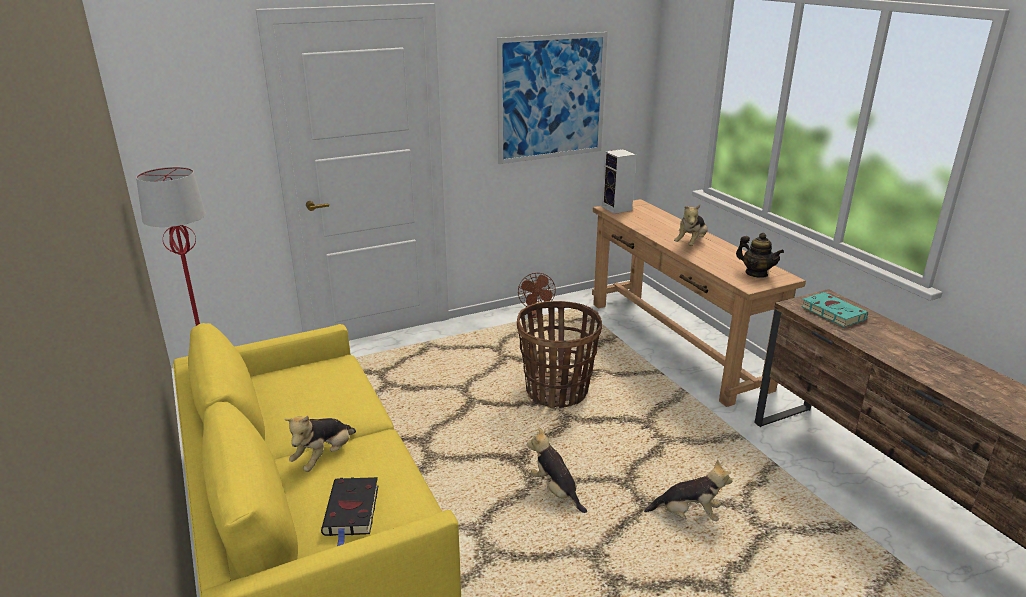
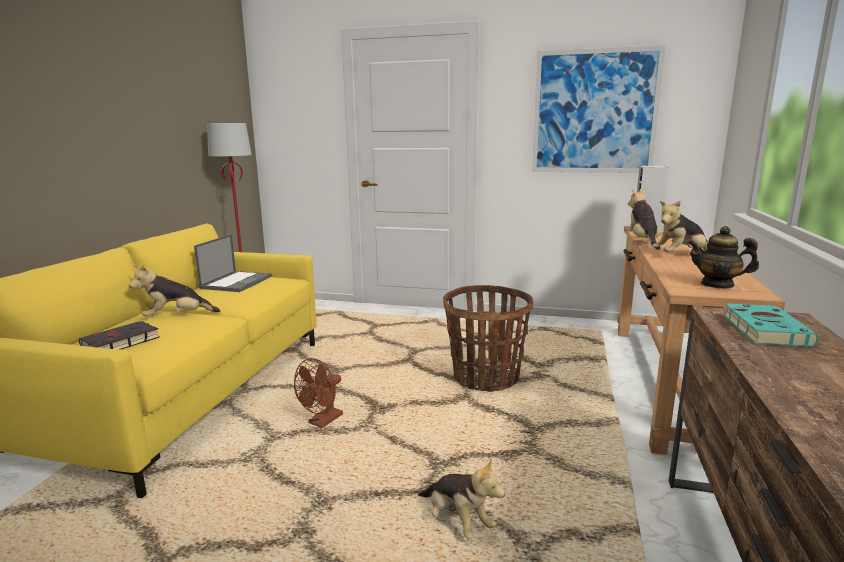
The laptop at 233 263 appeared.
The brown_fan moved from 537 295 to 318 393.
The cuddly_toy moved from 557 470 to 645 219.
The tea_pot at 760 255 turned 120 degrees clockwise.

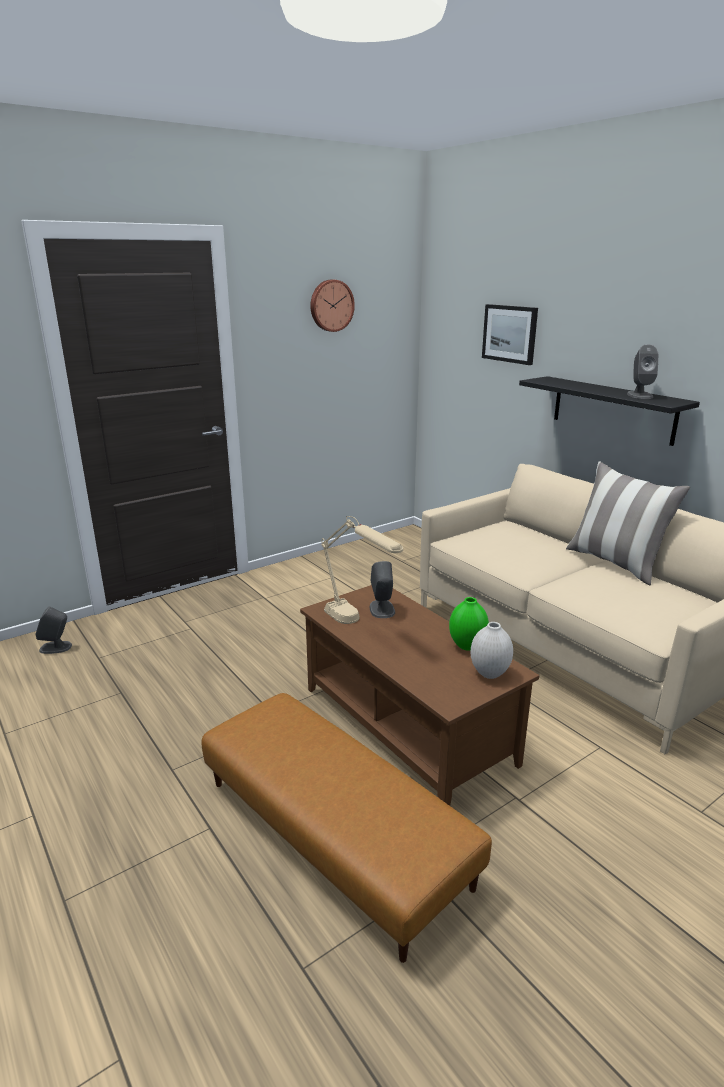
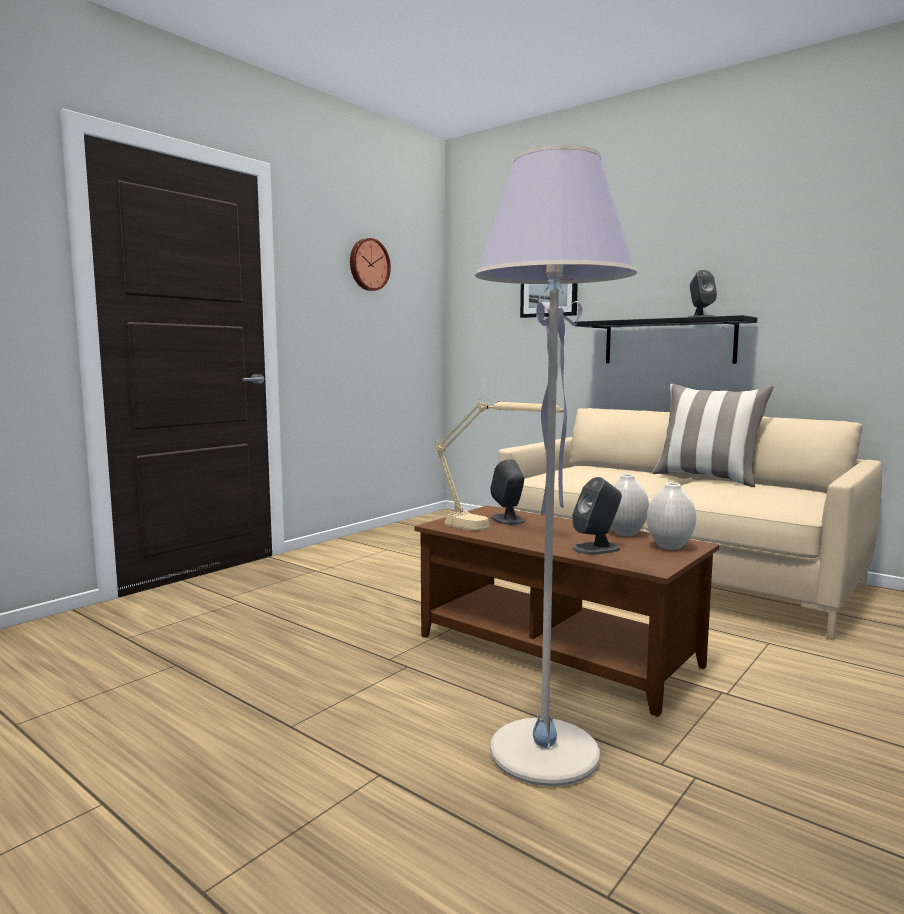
The brown_pouffe at 346 828 was replaced by the gray_standing_lamp at 556 465.
The gray_loudspeaker moved from 53 630 to 597 516.
The green_decorative_vase at 469 624 became the whitish_decorative_vase at 630 505.

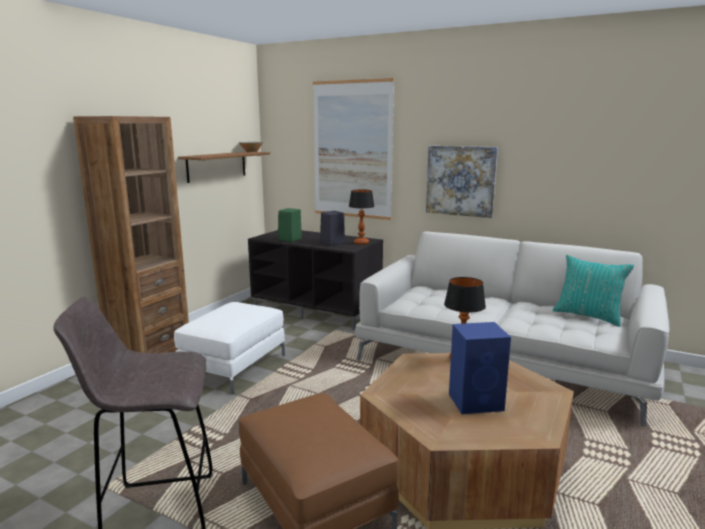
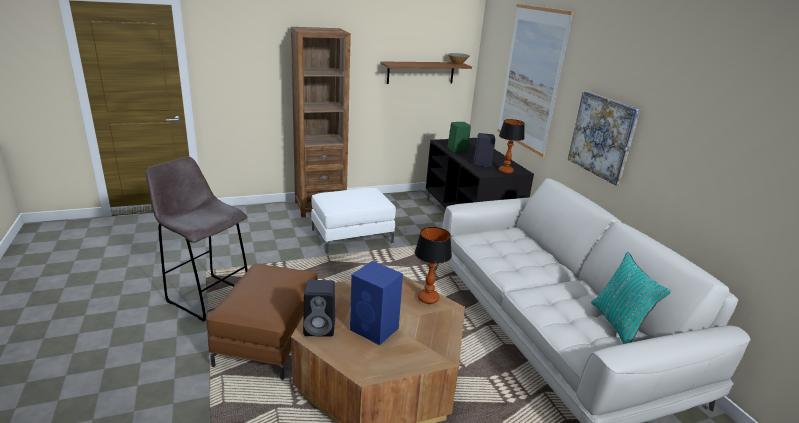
The black-coloured_loudspeaker at 319 308 appeared.

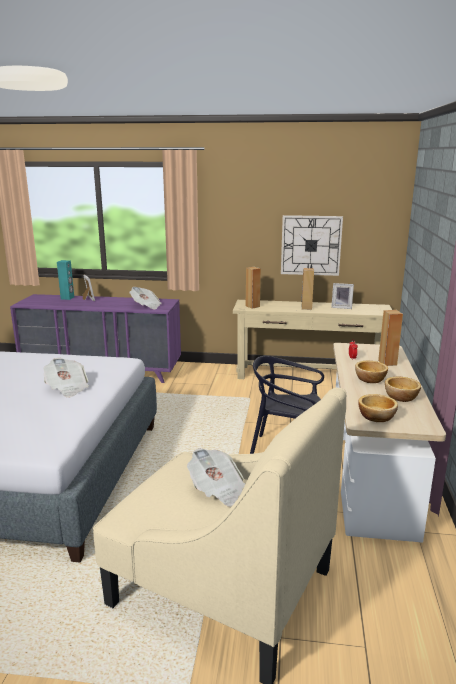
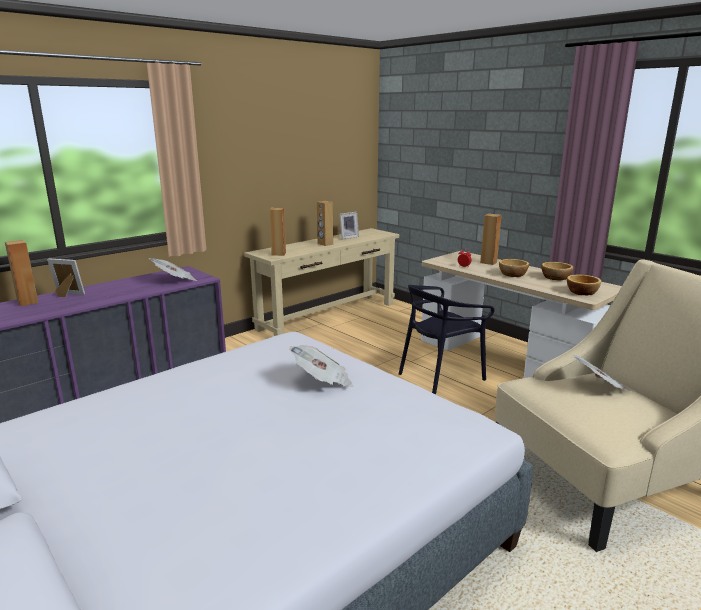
The blue-green_loudspeaker at 65 280 became the brown_loudspeaker at 21 273.
The hanging_clock at 312 245 disappeared.

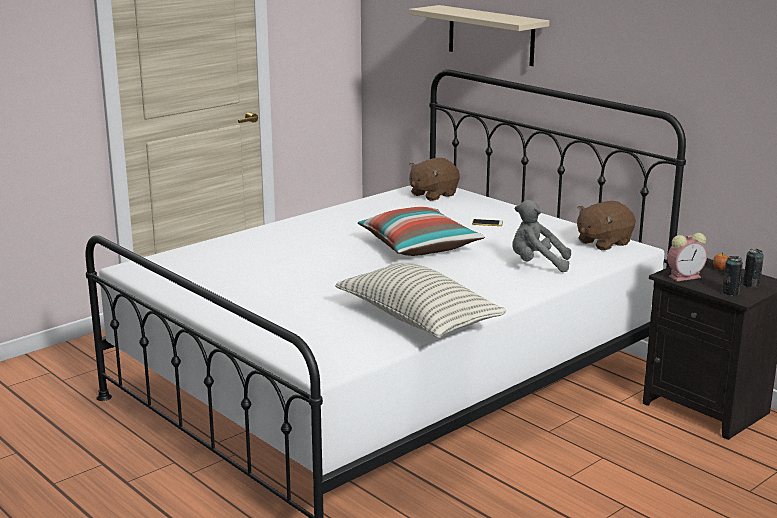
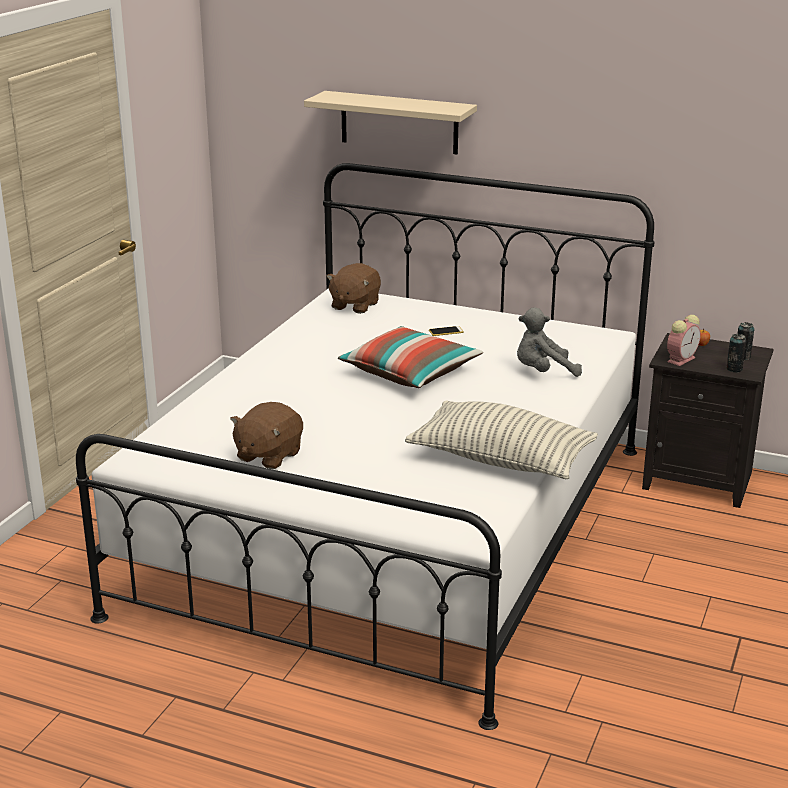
The brown_cuddly_toy moved from 606 225 to 266 435.

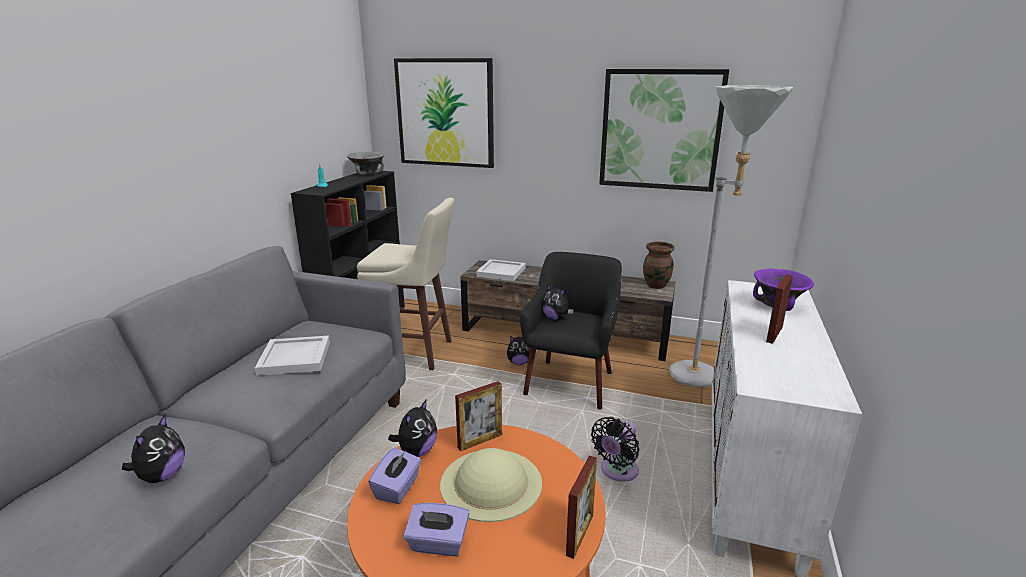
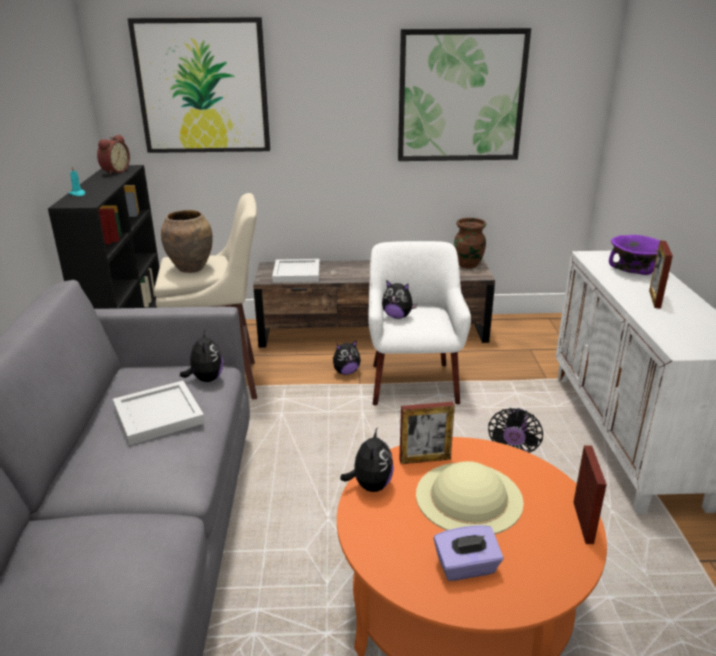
The gray_bowl at 365 163 was replaced by the table_clock at 113 155.
The brown_decorative_vase at 187 241 appeared.
The cuddly_toy moved from 153 449 to 201 356.
The black-coloured_armchair at 571 331 became the whitish_armchair at 419 323.
The photo_frame at 478 416 turned 45 degrees clockwise.
The purple-coloured_tissue_box at 394 476 disappeared.
The gray_standing_lamp at 731 236 disappeared.

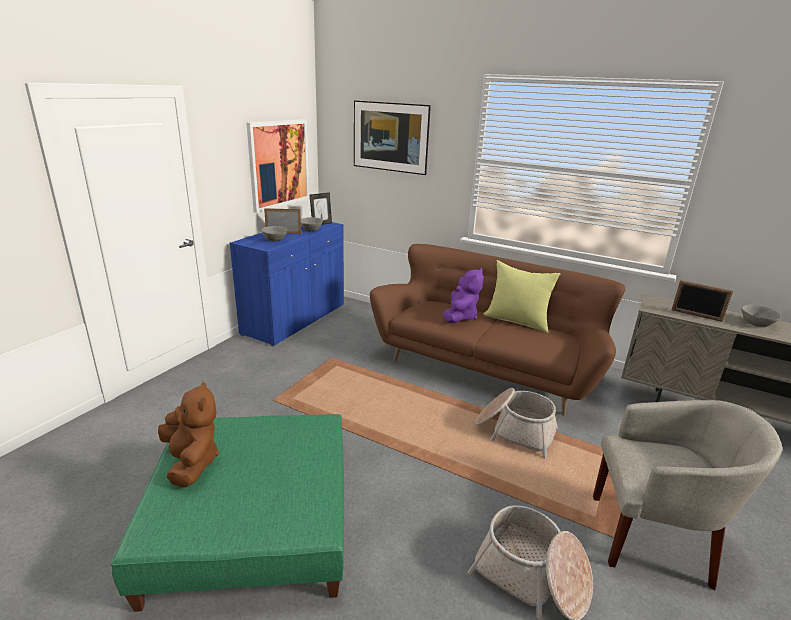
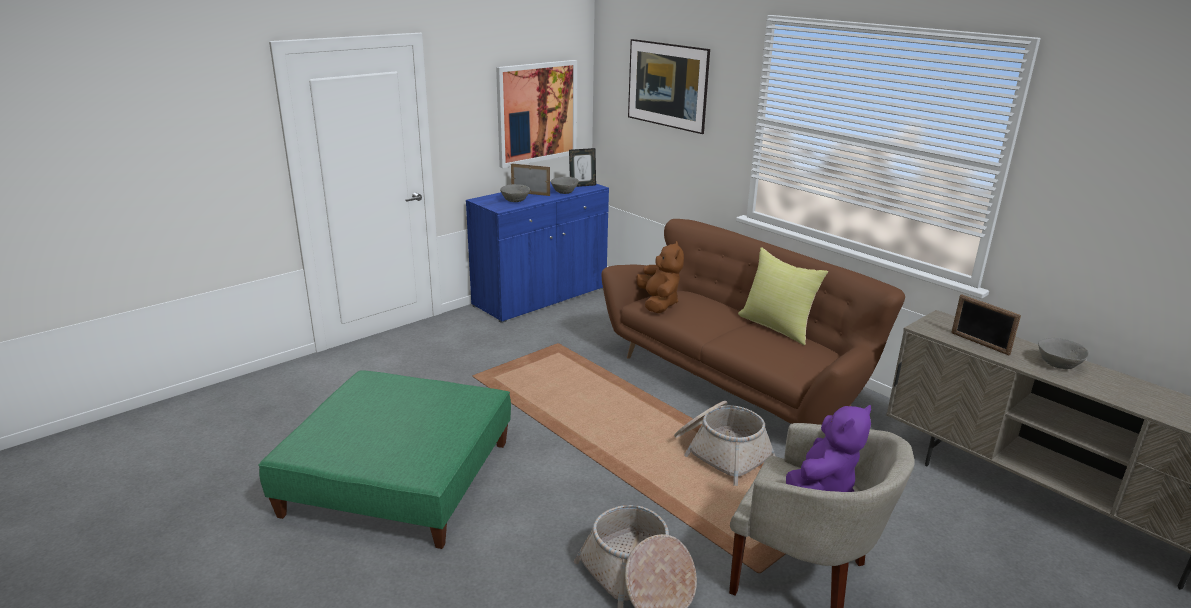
The brown_cuddly_toy moved from 188 434 to 660 277.
The purple-coloured_cuddly_toy moved from 463 295 to 828 448.

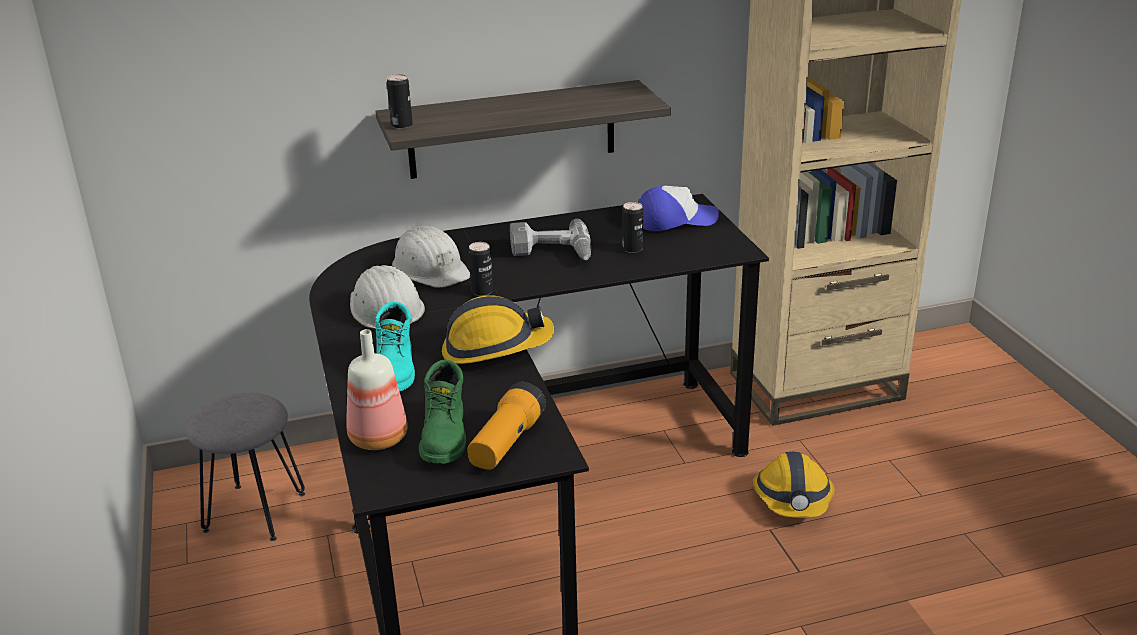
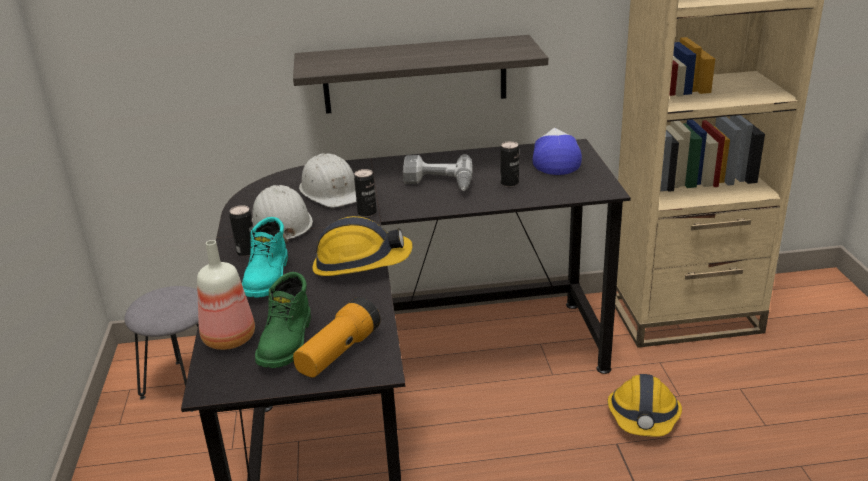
The sealed_can moved from 400 101 to 241 230.
The baseball_cap at 678 208 turned 90 degrees counterclockwise.

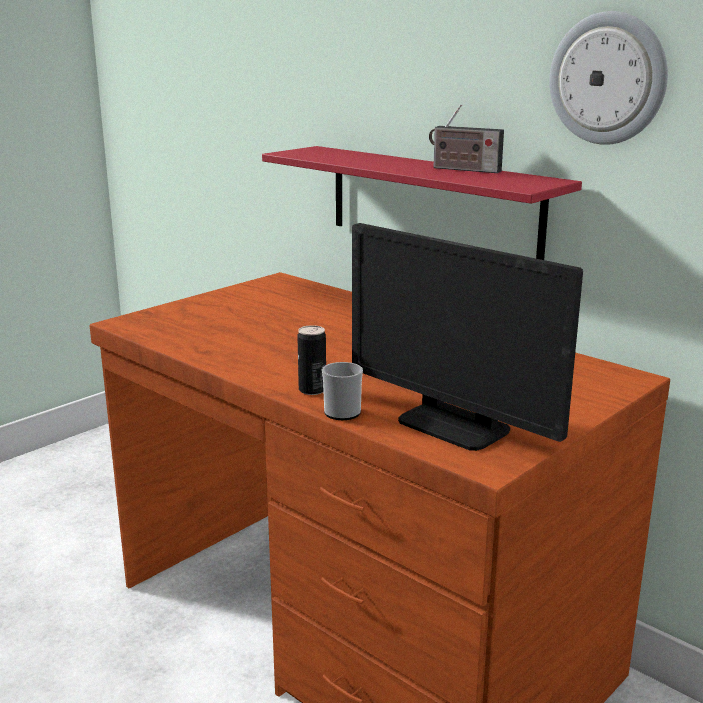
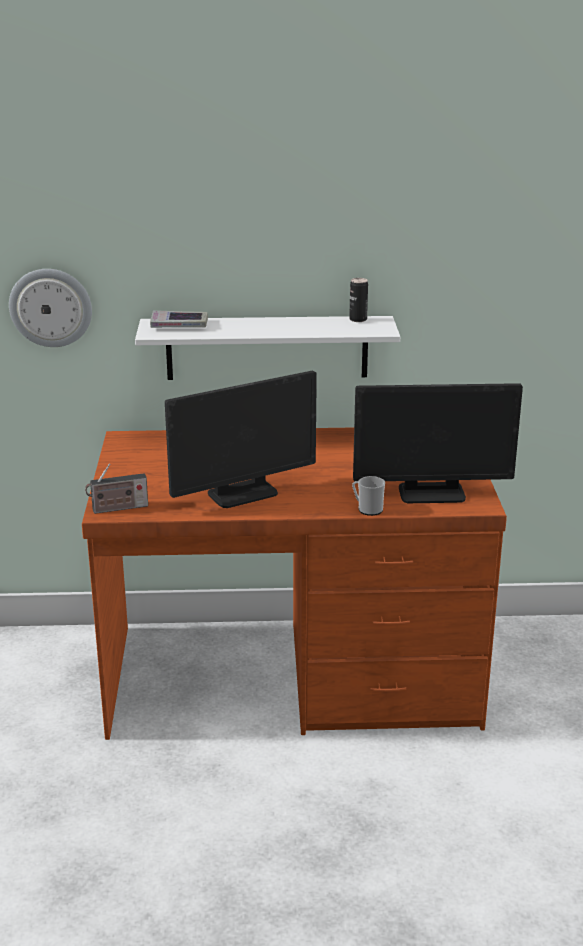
The hanging_clock moved from 608 78 to 50 308.
The radio_receiver moved from 466 138 to 116 489.
The red_shelf at 422 203 became the whitish_shelf at 267 348.
The volume at 179 319 appeared.
The computer_screen at 241 439 appeared.
The sealed_can moved from 311 360 to 358 300.

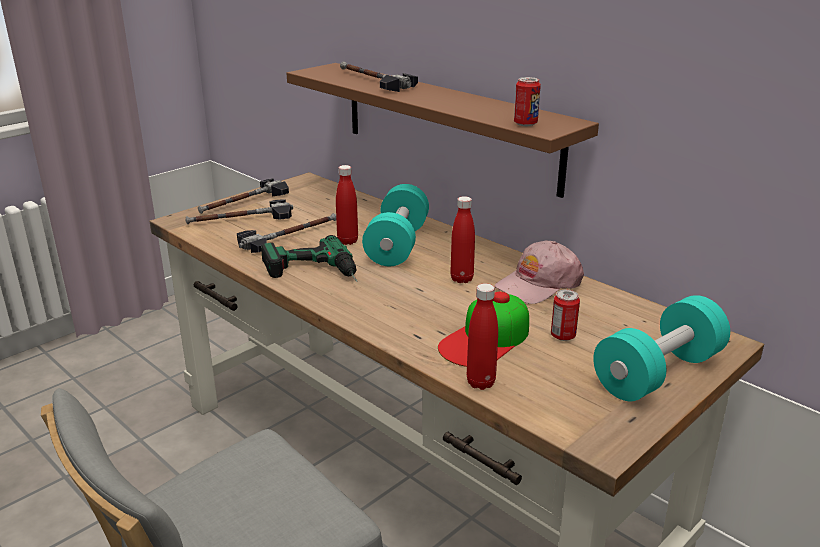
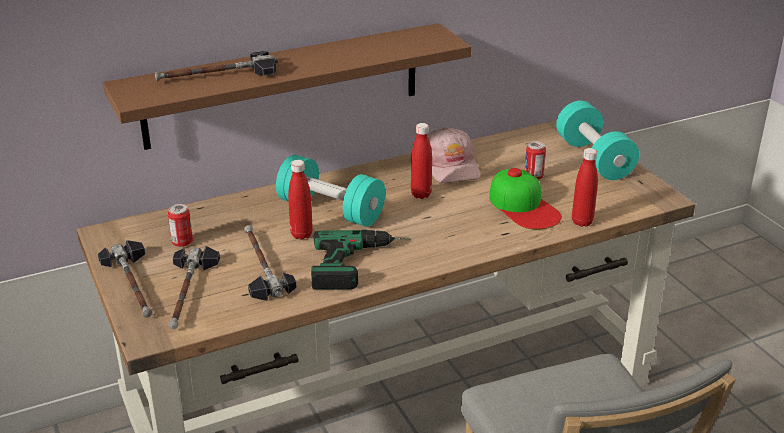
The sealed_can moved from 527 101 to 180 225.

